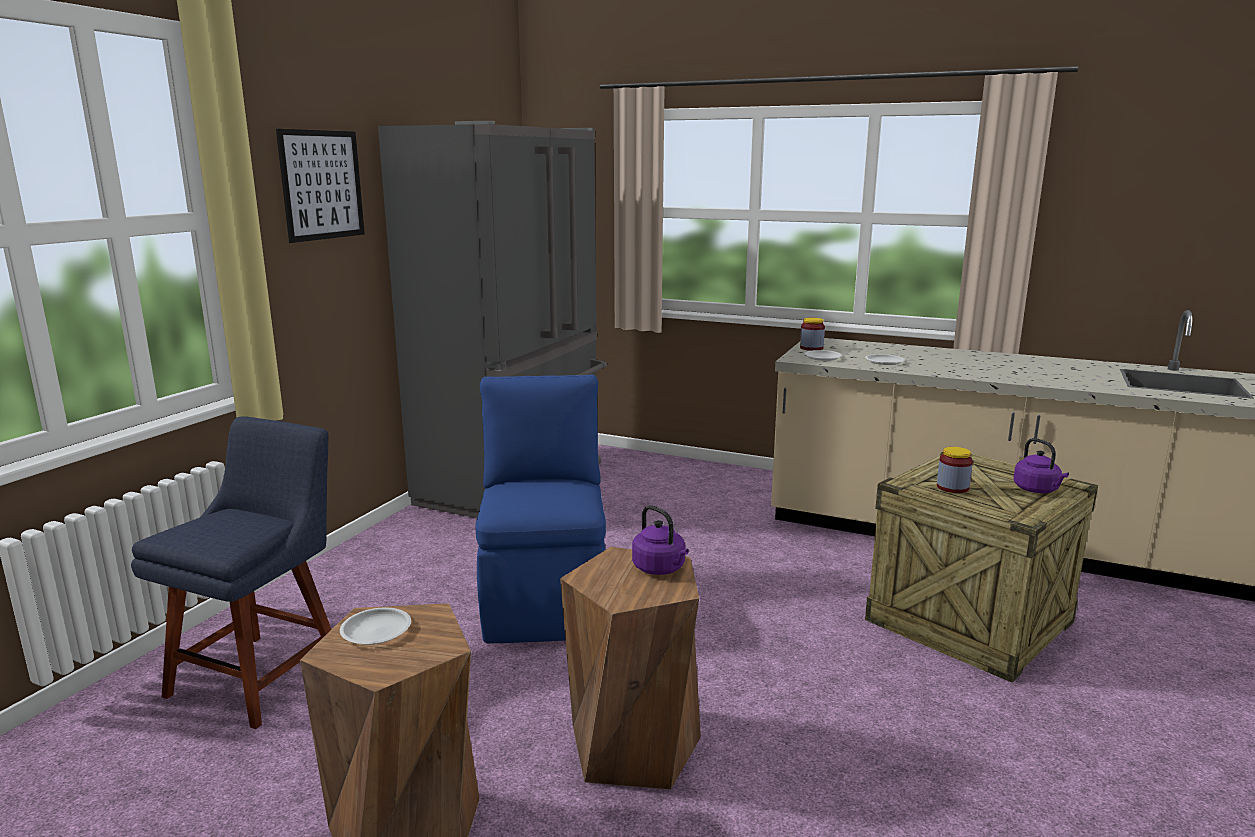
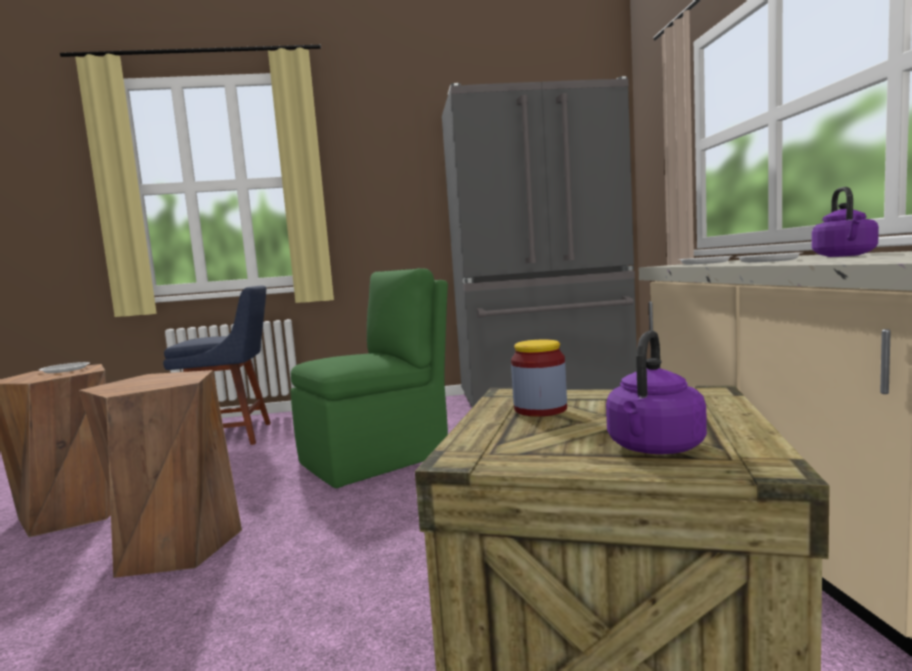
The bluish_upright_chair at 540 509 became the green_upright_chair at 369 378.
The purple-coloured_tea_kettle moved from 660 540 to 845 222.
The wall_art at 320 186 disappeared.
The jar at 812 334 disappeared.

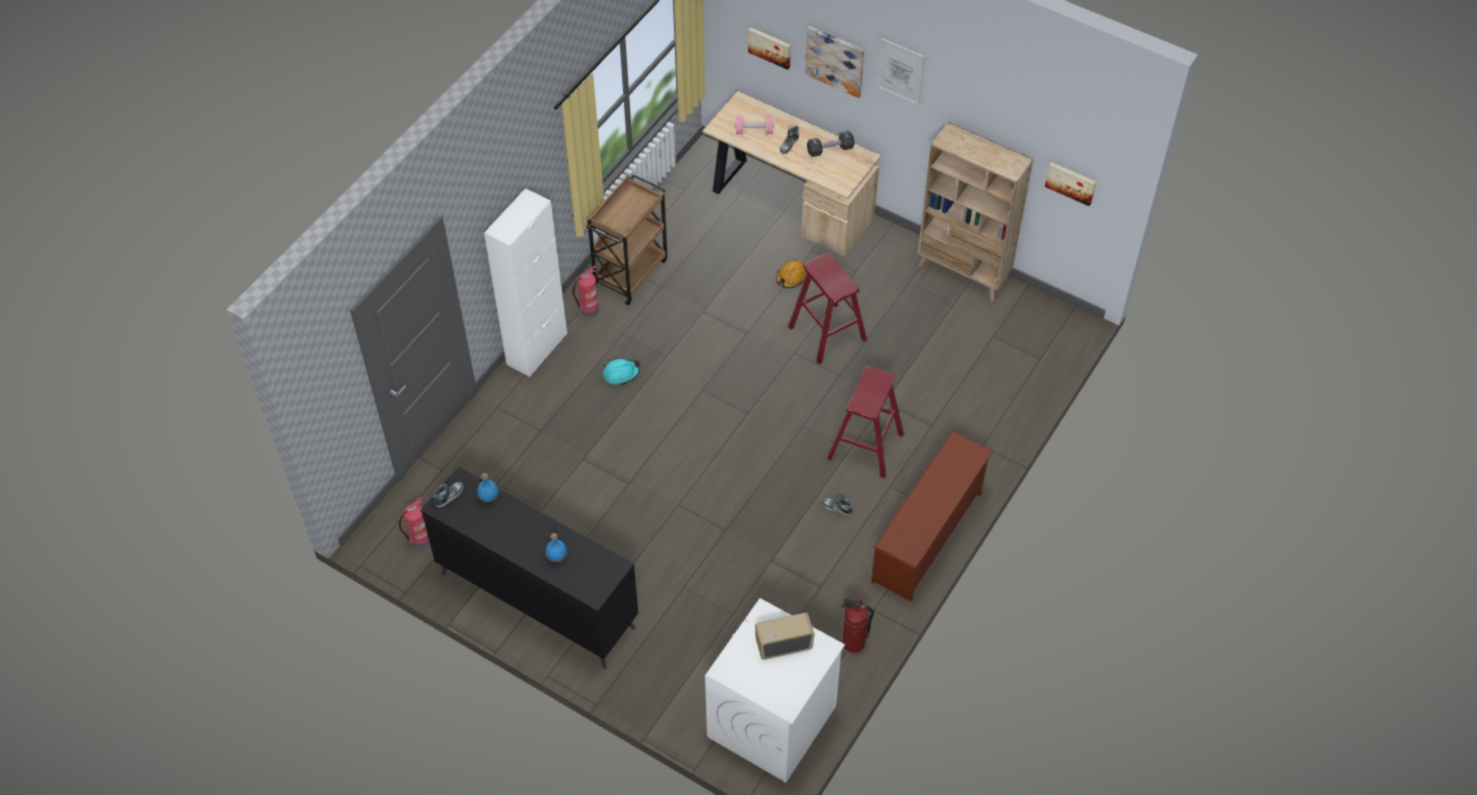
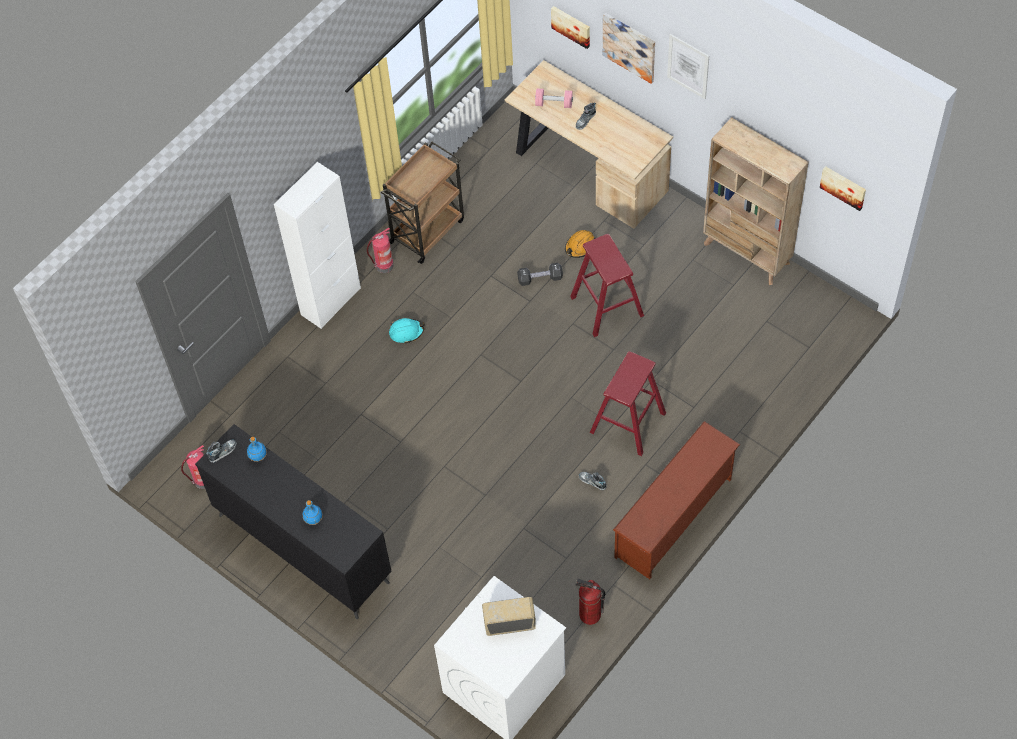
The black-coloured_dumbbell moved from 830 144 to 540 274.

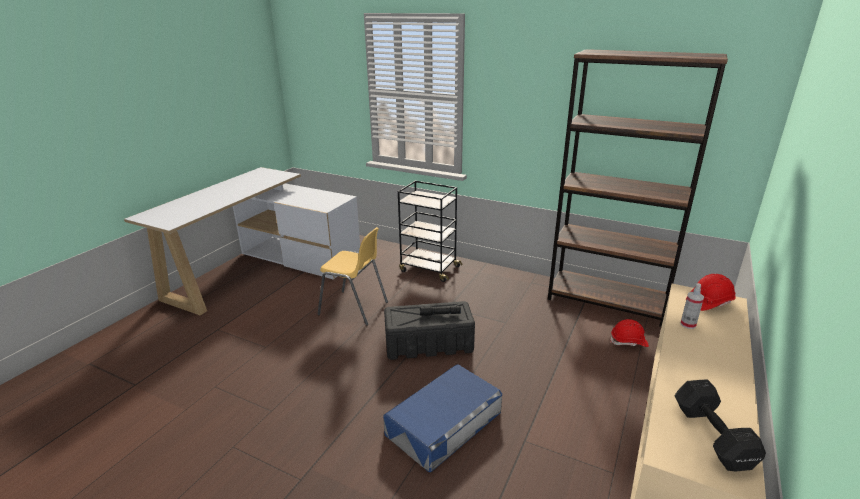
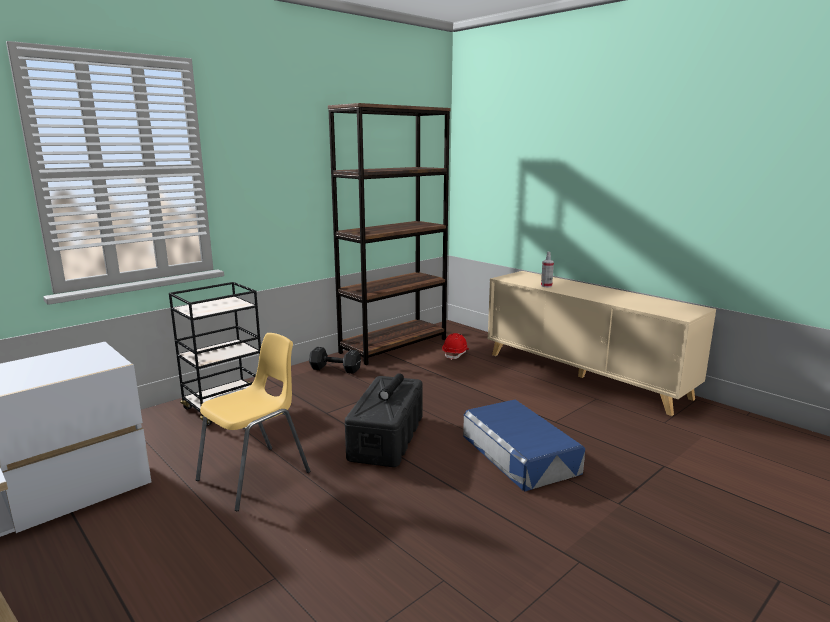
The black-coloured_dumbbell moved from 720 425 to 335 360.
The red_safety_helmet at 711 292 disappeared.

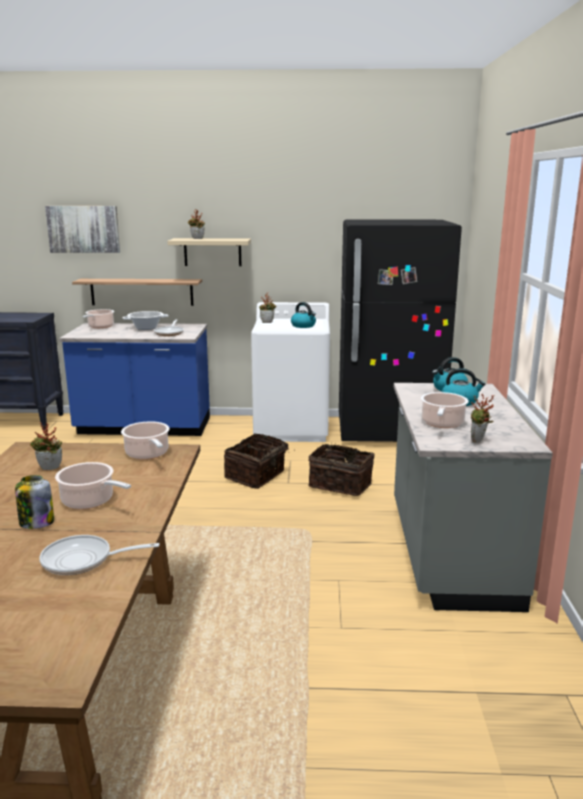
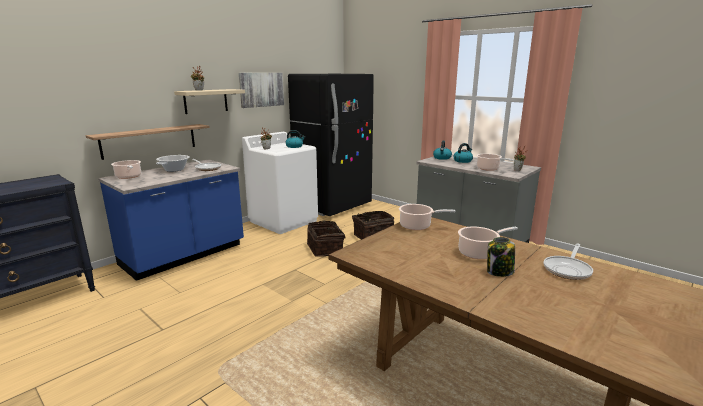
The wall_art moved from 82 229 to 261 90.
The plant_in_a_pot at 46 446 disappeared.

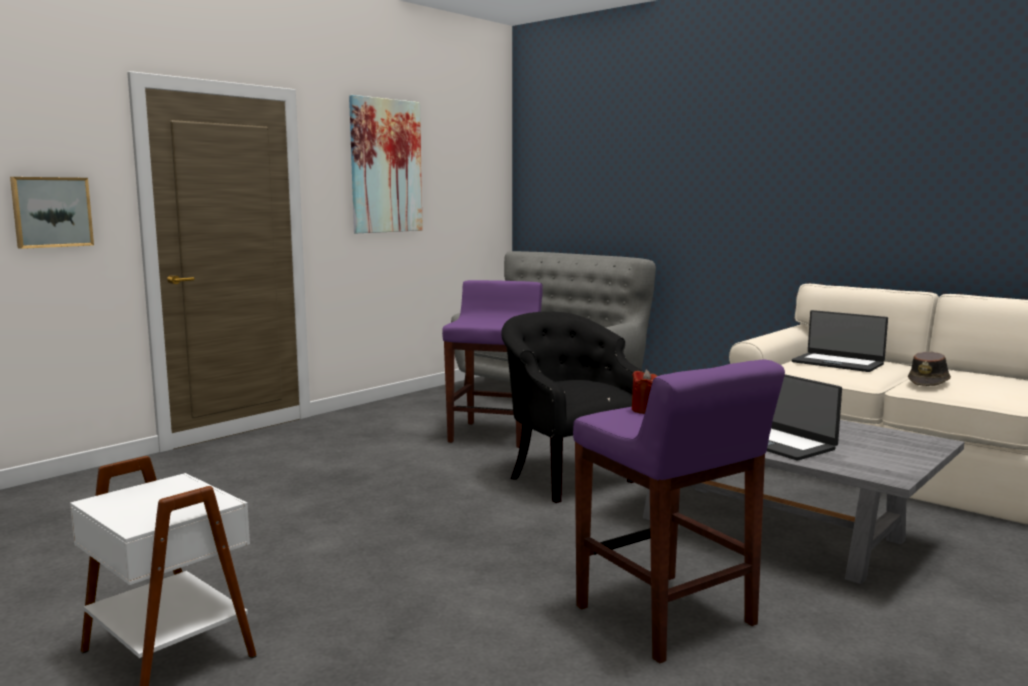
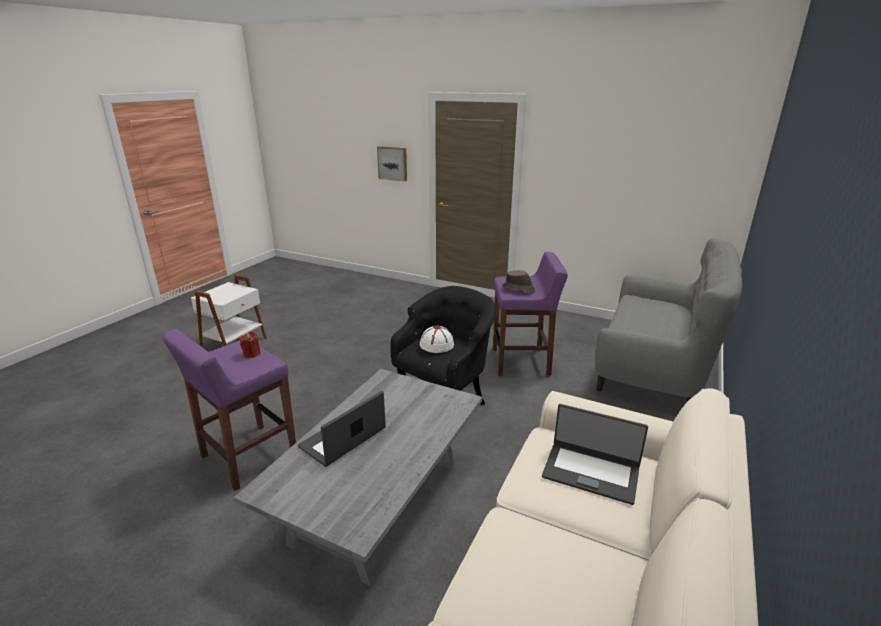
The whitish_clothing_hat at 437 339 appeared.
The brown_clothing_hat moved from 929 369 to 519 281.
The laptop at 840 341 turned 90 degrees counterclockwise.
The wall_art at 386 164 disappeared.

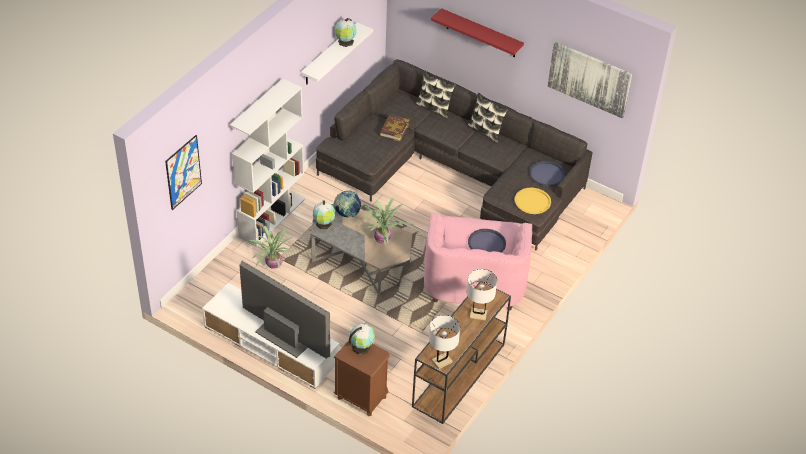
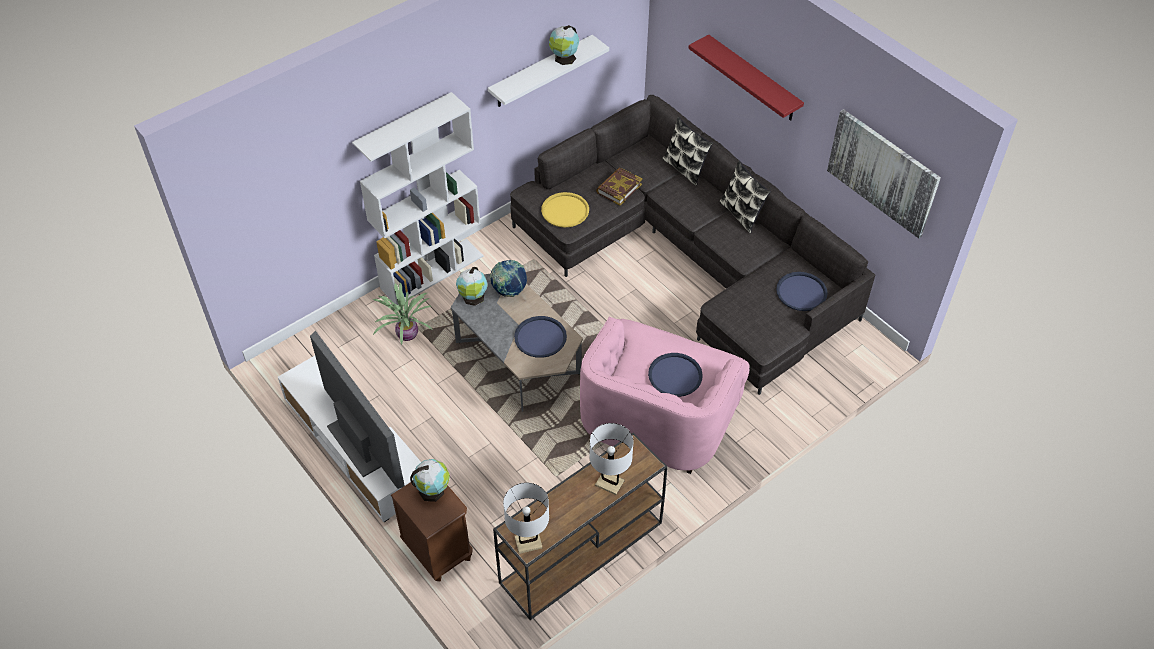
The plant_in_a_pot at 387 221 was replaced by the bluish_tray at 540 337.
The yellow_tray moved from 532 201 to 565 210.
The wall_art at 183 172 disappeared.

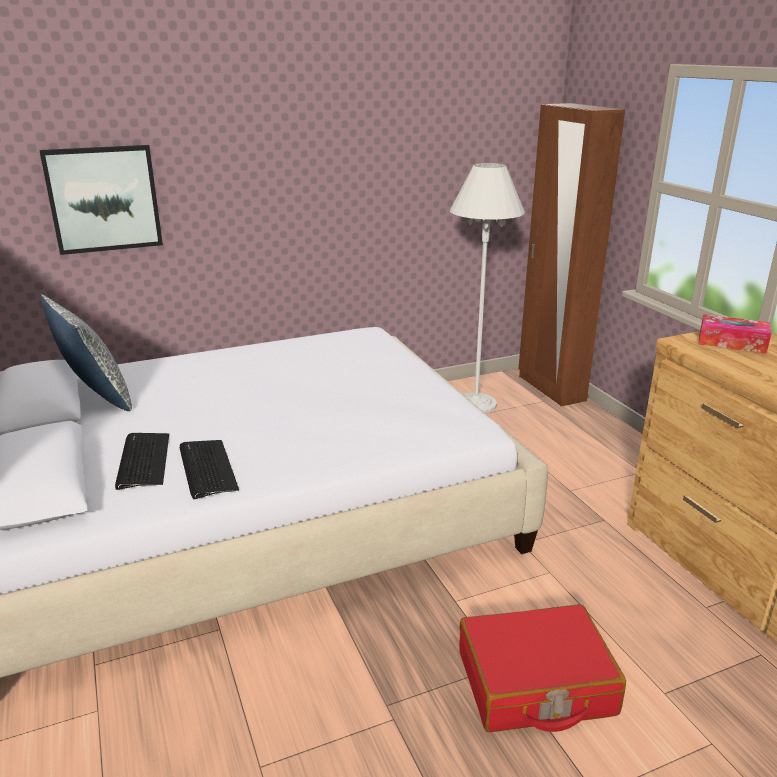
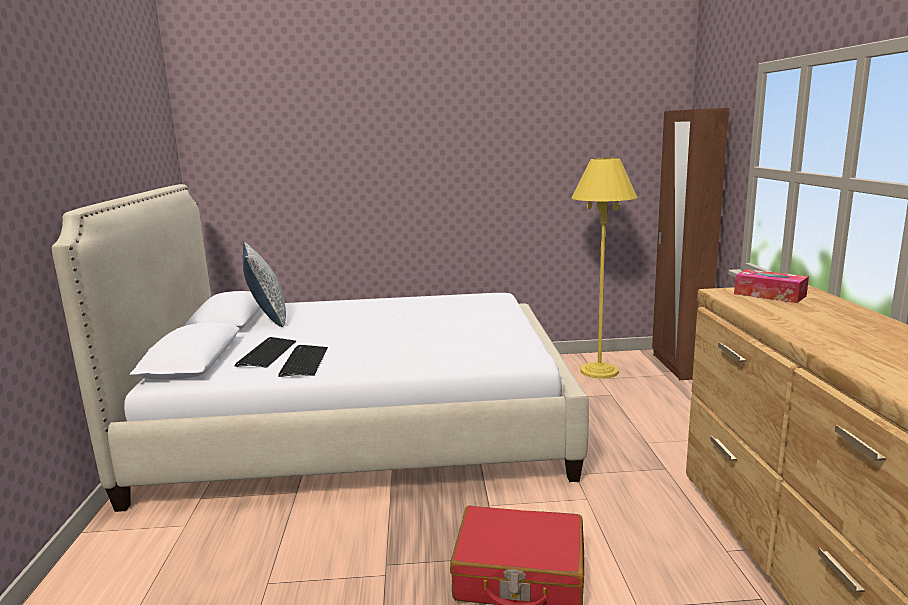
The whitish_standing_lamp at 487 288 became the yellow_standing_lamp at 605 268.
The wall_art at 101 200 disappeared.

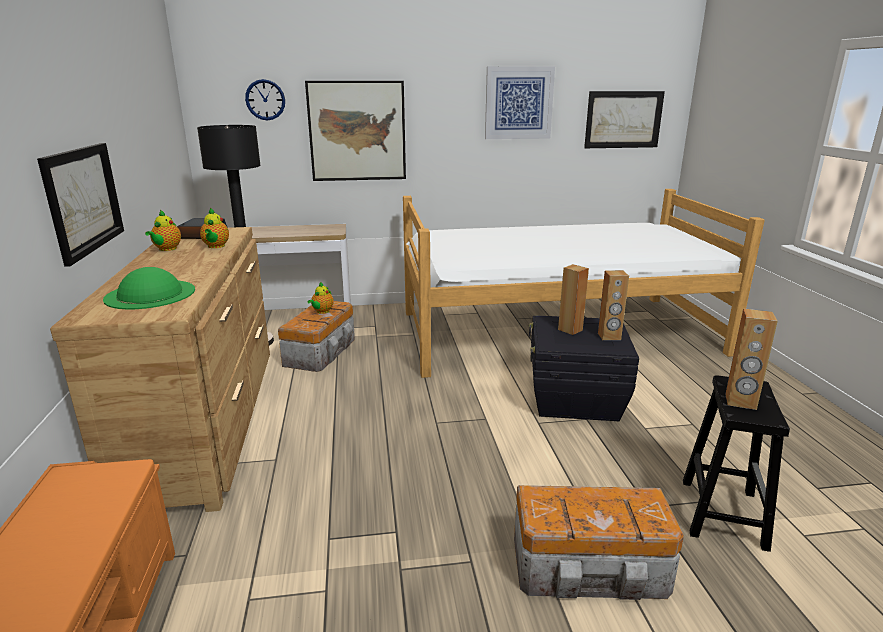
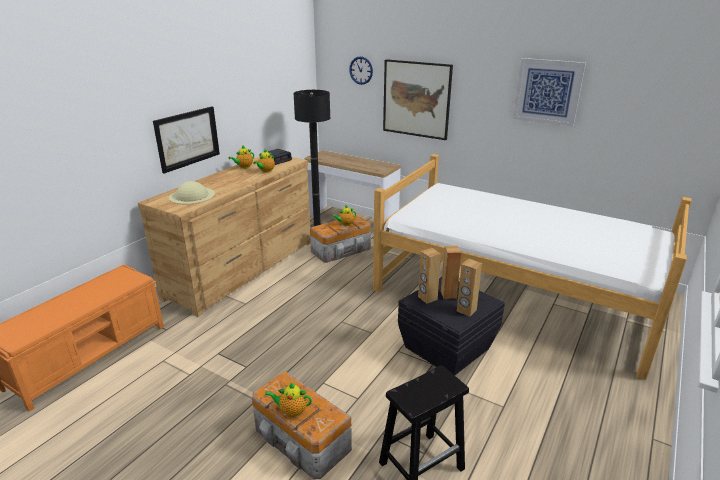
The green_clothing_hat at 149 288 became the beige-coloured_clothing_hat at 192 193.
The tea_pot at 288 400 appeared.
The brown_loudspeaker moved from 751 359 to 429 276.
The wall_art at 624 119 disappeared.

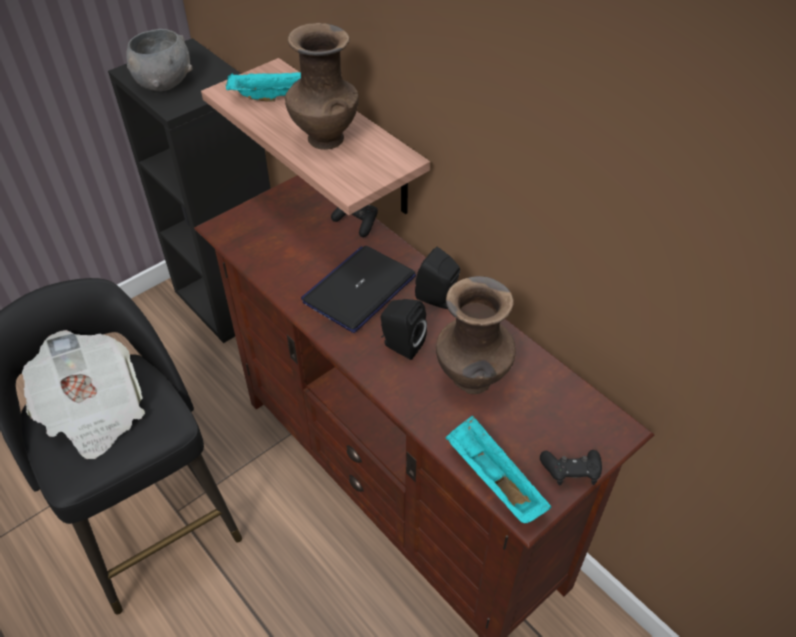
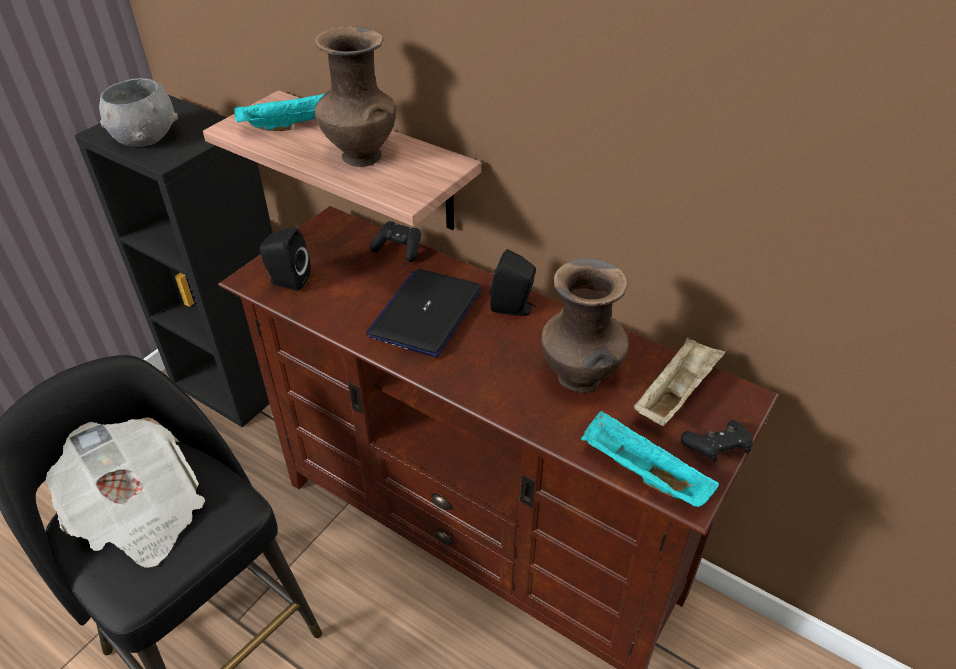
The black-coloured_loudspeaker moved from 404 329 to 285 259.
The beige-coloured_tray at 679 381 appeared.

